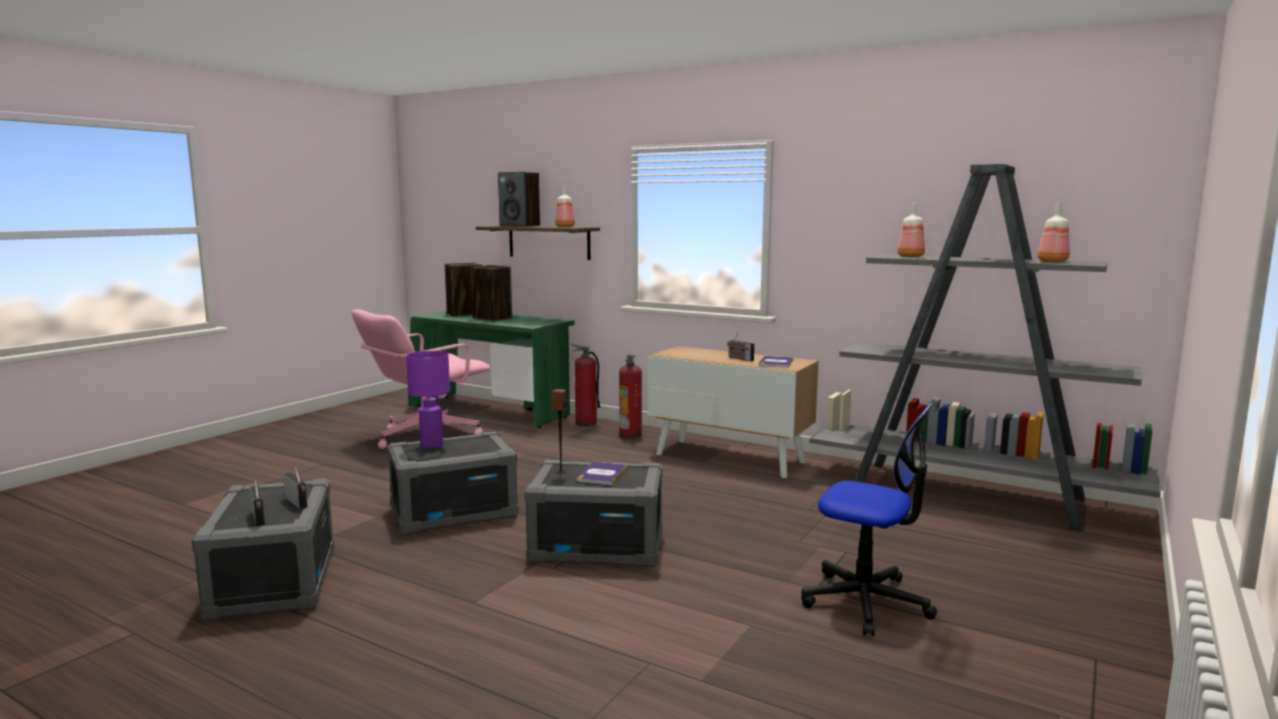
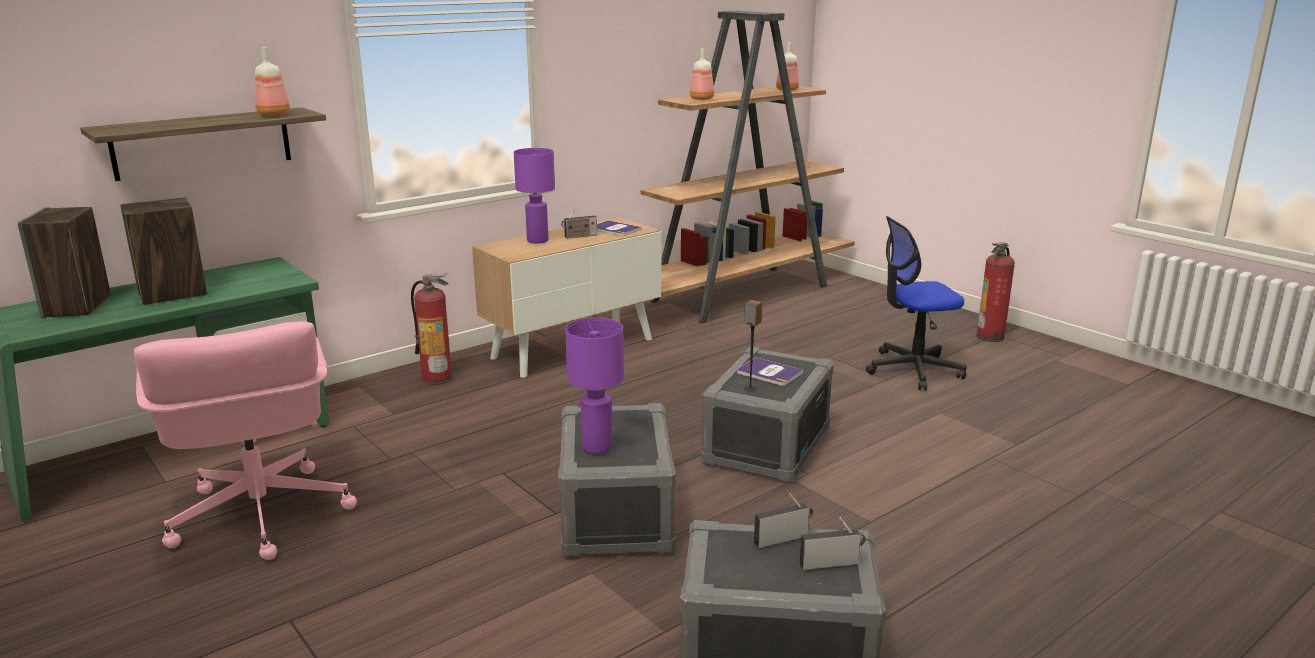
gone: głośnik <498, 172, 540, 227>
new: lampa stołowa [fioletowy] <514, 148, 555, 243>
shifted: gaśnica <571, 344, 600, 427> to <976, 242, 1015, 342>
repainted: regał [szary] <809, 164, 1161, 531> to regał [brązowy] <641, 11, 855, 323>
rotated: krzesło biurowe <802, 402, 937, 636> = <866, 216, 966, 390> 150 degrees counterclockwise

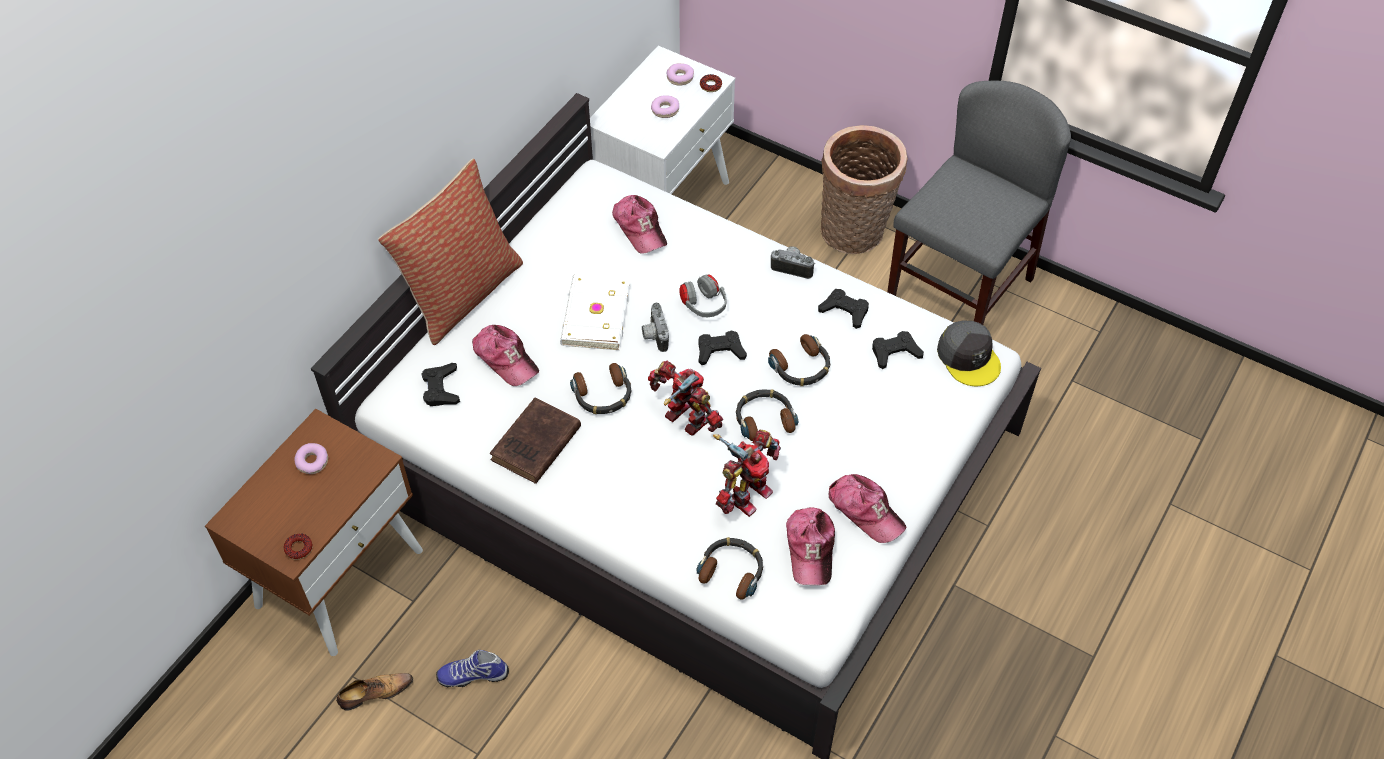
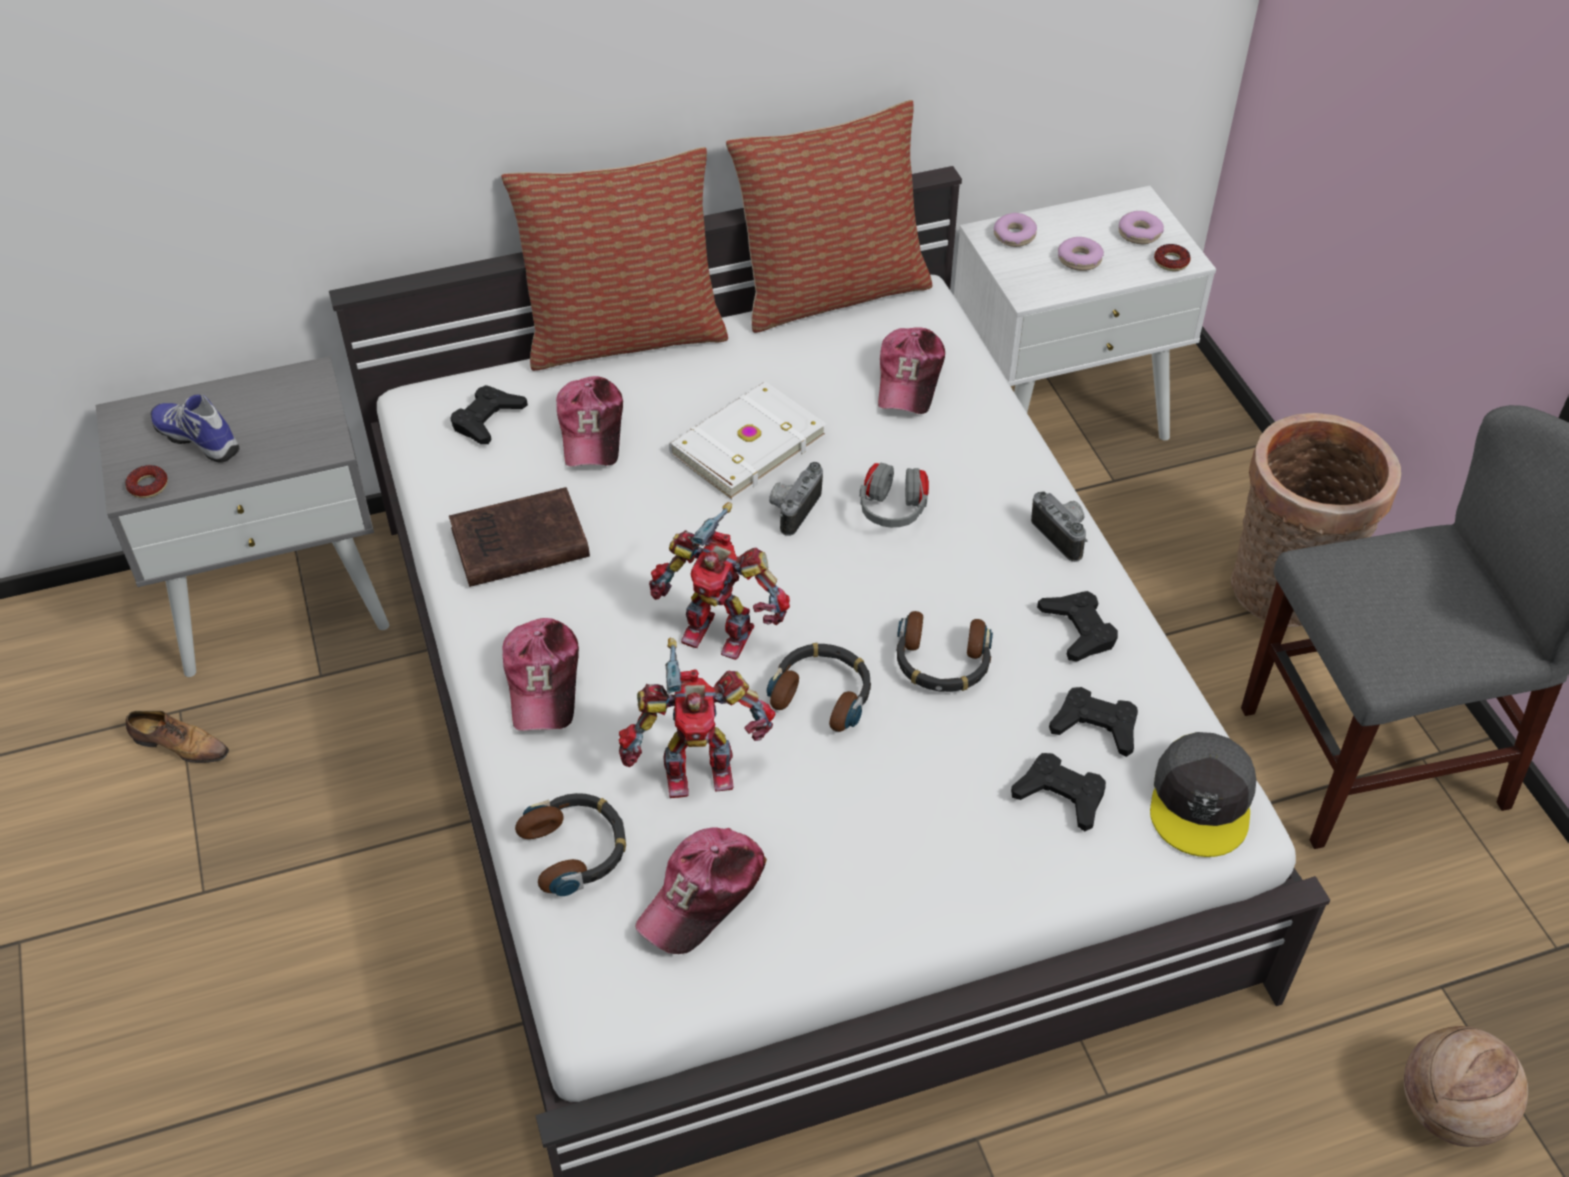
gone: słuchawki <570, 363, 631, 414>
new: poduszka <726, 100, 932, 333>; piłka do koszykówki <1404, 1026, 1528, 1147>
shifted: pad do gier [czarny] <698, 331, 747, 365> to <1011, 753, 1106, 831>; donut <294, 443, 328, 474> to <994, 213, 1037, 247>; czapka z daszkiem <828, 474, 906, 543> to <502, 618, 579, 731>; but <436, 650, 509, 688> to <151, 394, 240, 463>
repainted: szafka nocna [brązowy] <205, 409, 423, 656> to szafka nocna [szary] <96, 356, 389, 677>
rotated: robot zabawkowy <648, 361, 723, 435> = <649, 502, 790, 660> 120 degrees clockwise

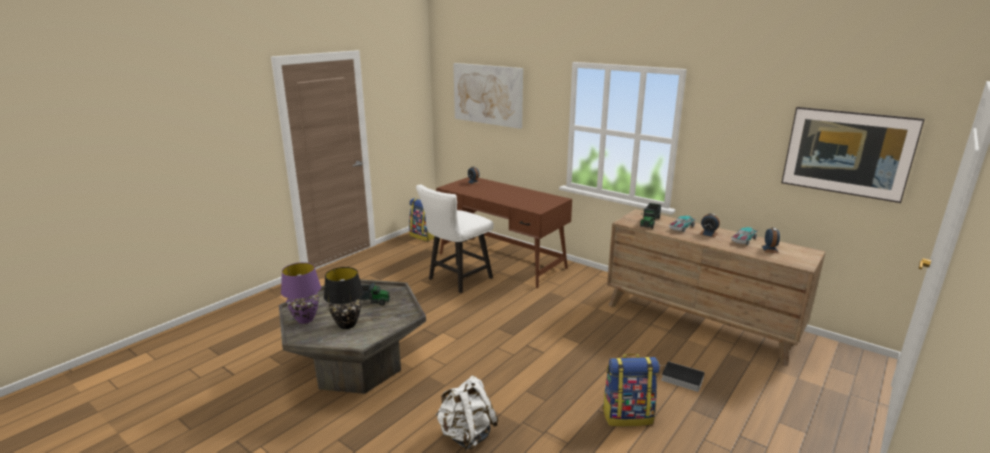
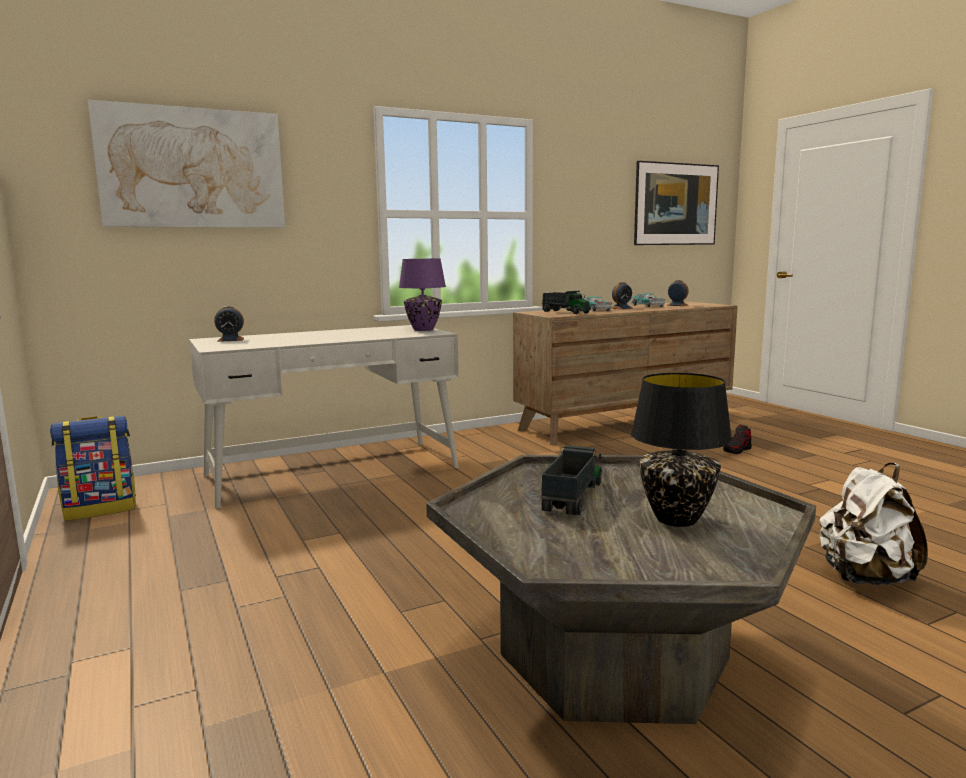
gone: krzesło [biały] <416, 185, 494, 293>; plecak <602, 354, 660, 427>
shifted: lampa stołowa [fioletowy] <281, 262, 321, 324> to <399, 259, 446, 331>
swapped: książka <660, 361, 705, 392> to but <723, 424, 752, 454>
repainted: biurko [brązowy] <436, 177, 572, 288> to biurko [biały] <189, 325, 459, 508>

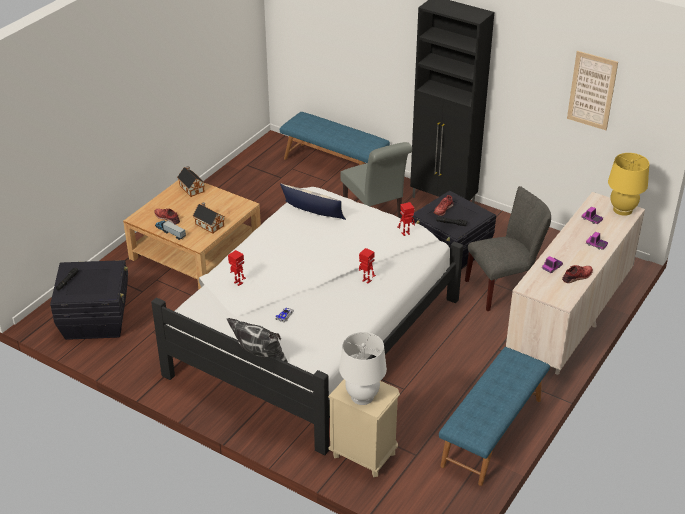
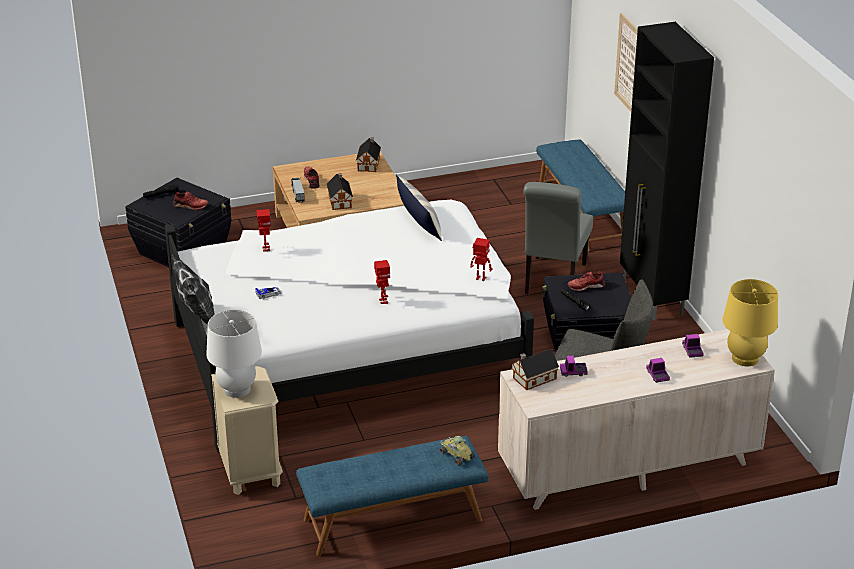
new: domek <511, 349, 559, 390>; samochodzik <439, 436, 475, 466>
shifted: obraz <567, 51, 618, 130> to <614, 13, 638, 112>; but [czerwony] <562, 265, 593, 283> to <173, 192, 208, 210>

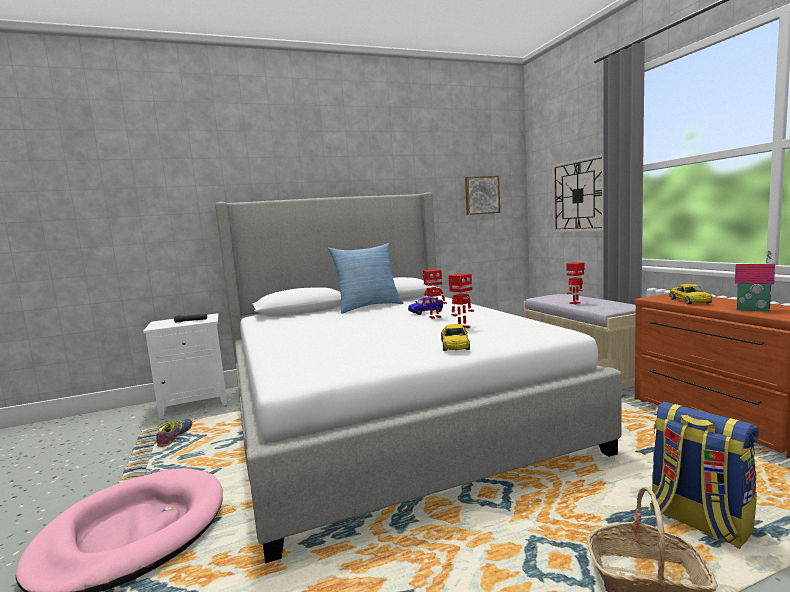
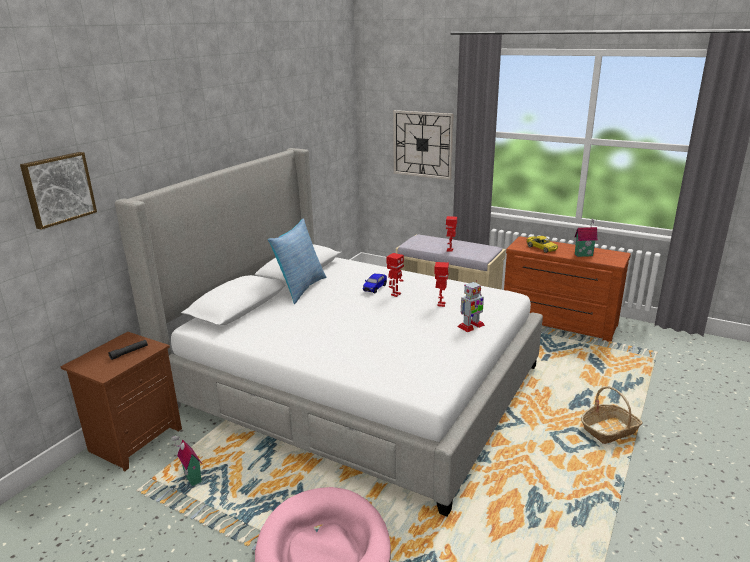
gone: plecak <650, 402, 759, 549>
shifted: obraz <465, 176, 500, 215> to <20, 152, 97, 230>
swapped: samochodzik [żółty] <441, 324, 470, 351> to robot zabawkowy <458, 281, 485, 332>; but <156, 419, 192, 447> to domek <171, 434, 202, 486>
repainted: szafka nocna [biały] <143, 313, 227, 418> to szafka nocna [brązowy] <61, 332, 182, 471>

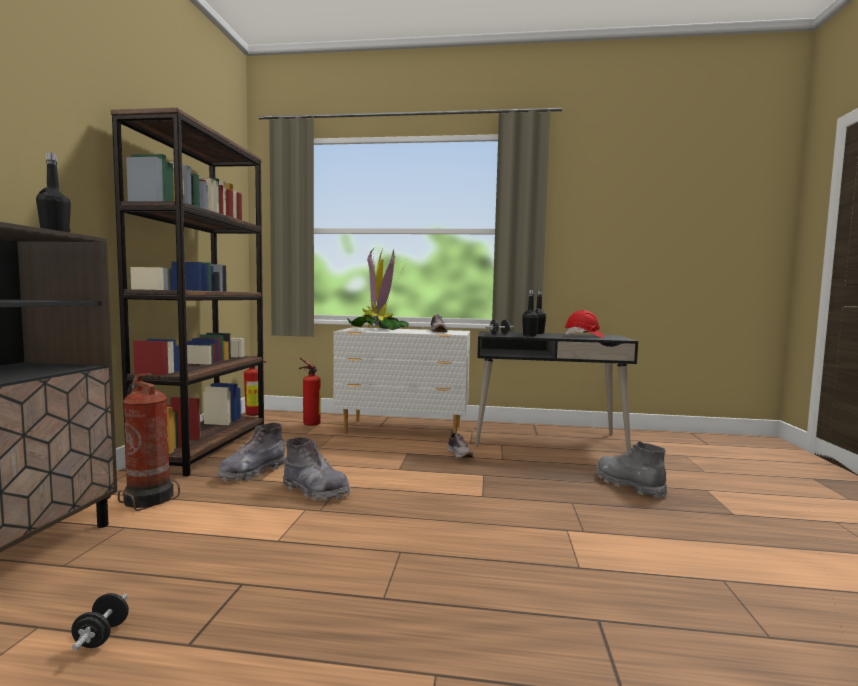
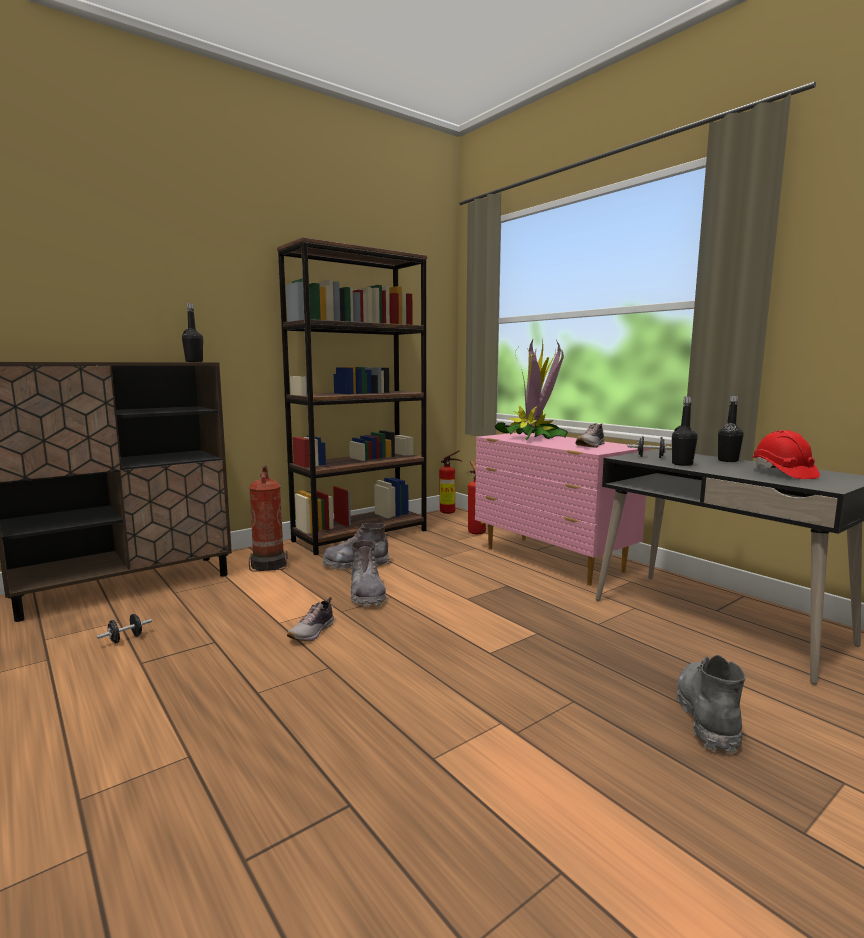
shifted: but <448, 431, 473, 458> to <287, 597, 334, 642>
repainted: komoda [biały] <333, 327, 470, 434> to komoda [różowy] <475, 432, 649, 586>

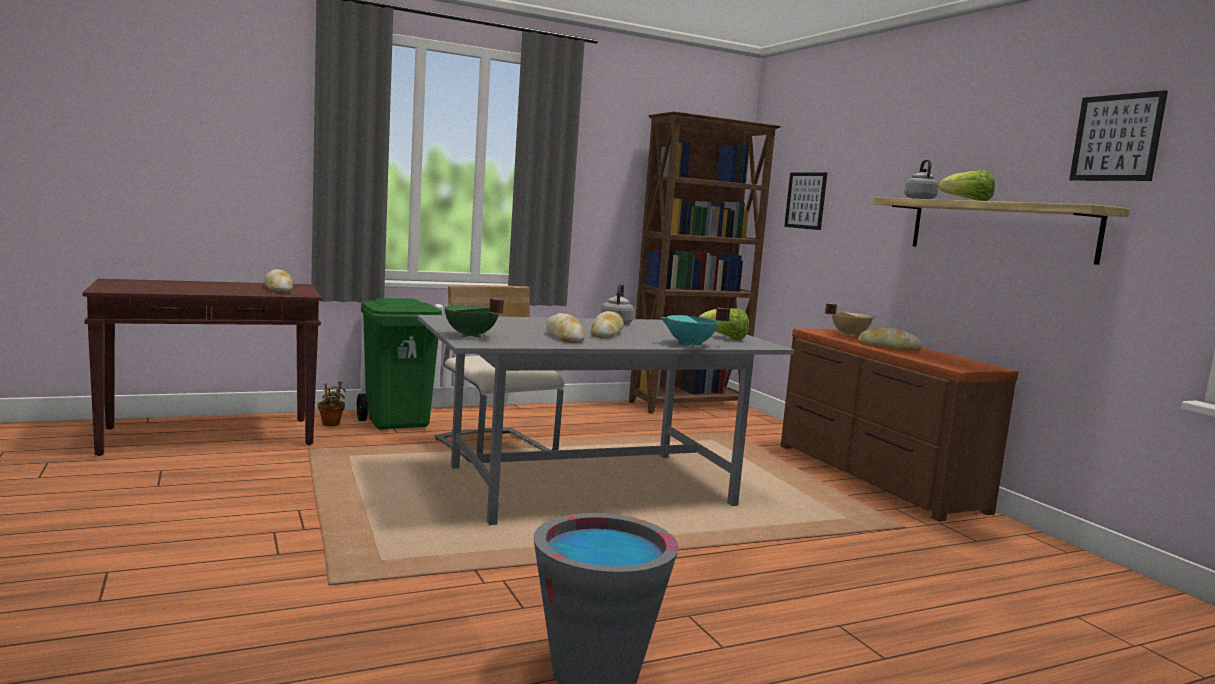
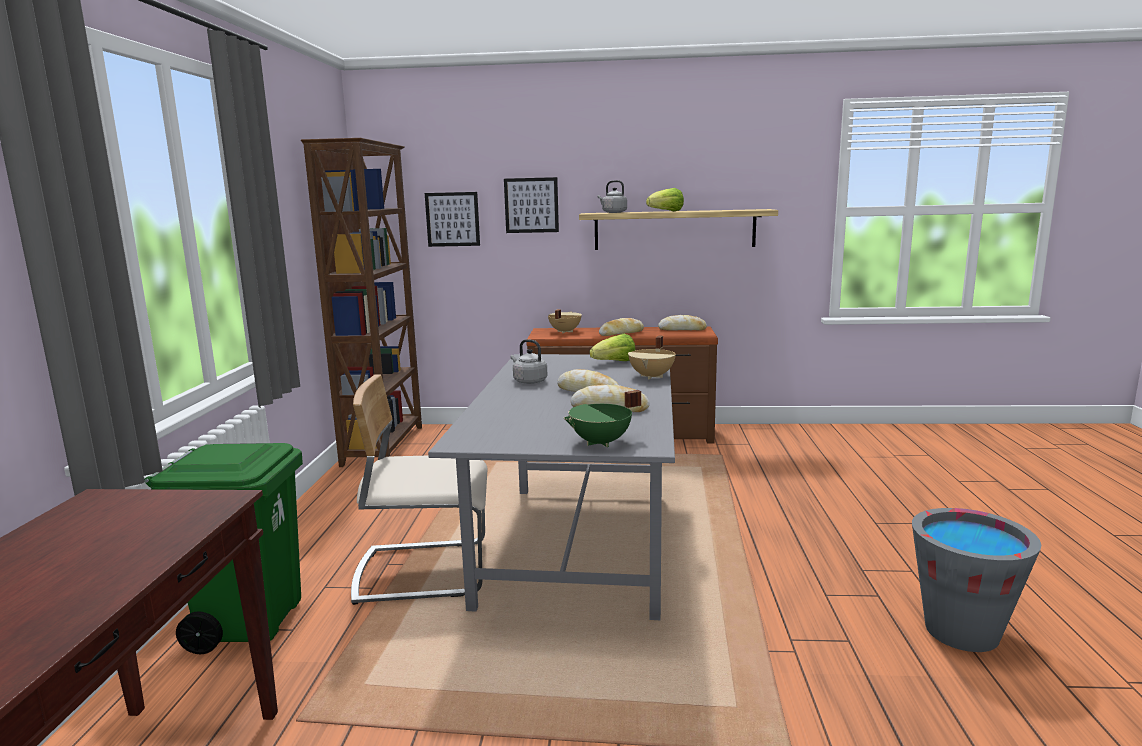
gone: roślina doniczkowa <317, 381, 346, 426>
shifted: obraz <1069, 90, 1168, 181> to <504, 177, 559, 233>; chleb <264, 269, 293, 293> to <658, 315, 707, 331>
repainted: garnek [turkusowy] <660, 308, 730, 347> to garnek [beżowy] <628, 335, 676, 380>

